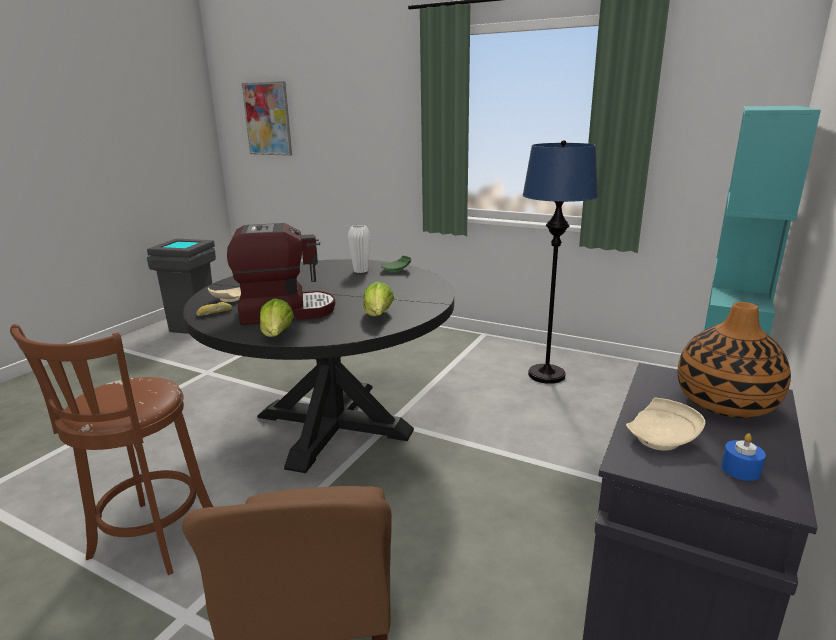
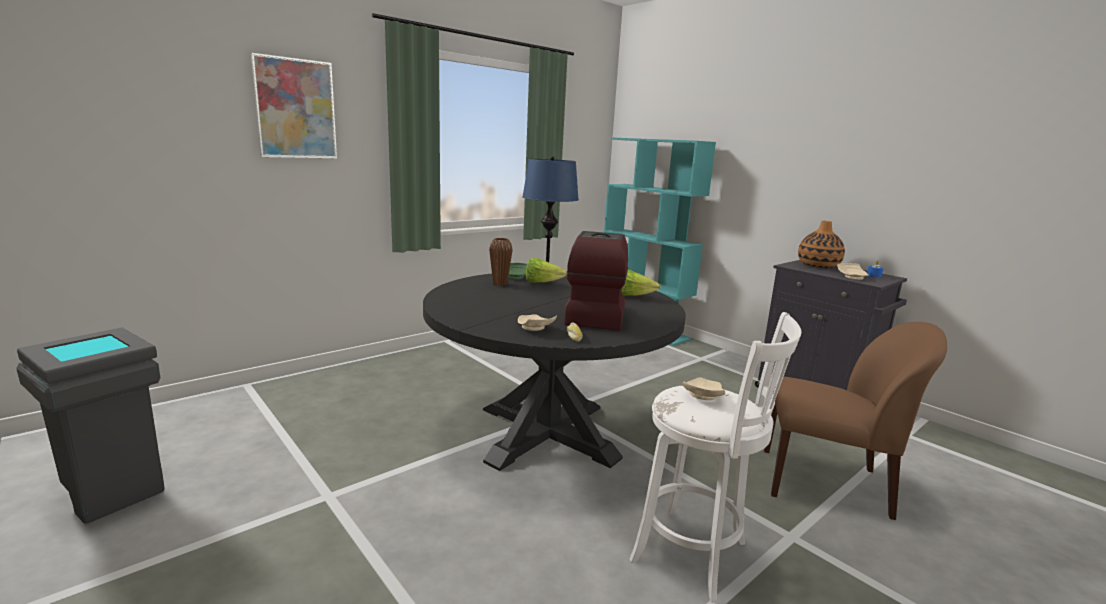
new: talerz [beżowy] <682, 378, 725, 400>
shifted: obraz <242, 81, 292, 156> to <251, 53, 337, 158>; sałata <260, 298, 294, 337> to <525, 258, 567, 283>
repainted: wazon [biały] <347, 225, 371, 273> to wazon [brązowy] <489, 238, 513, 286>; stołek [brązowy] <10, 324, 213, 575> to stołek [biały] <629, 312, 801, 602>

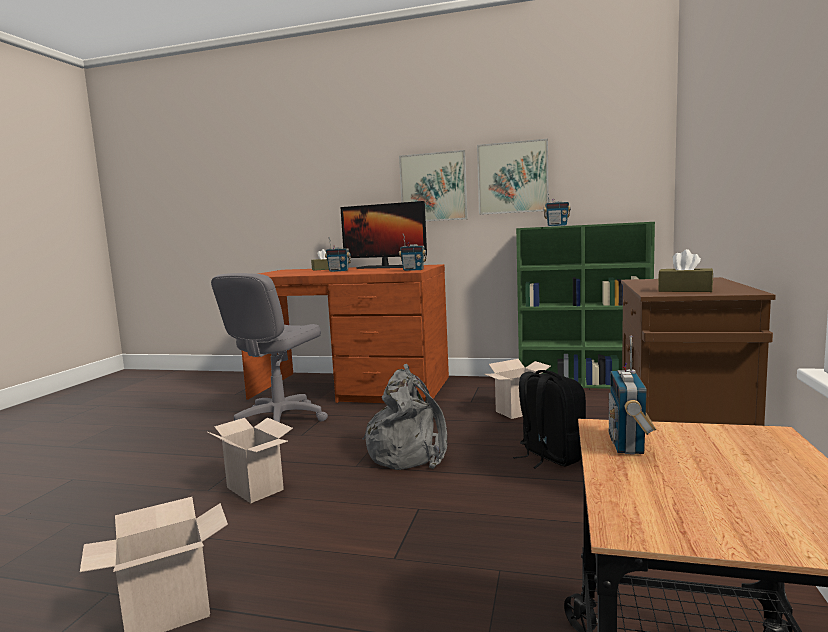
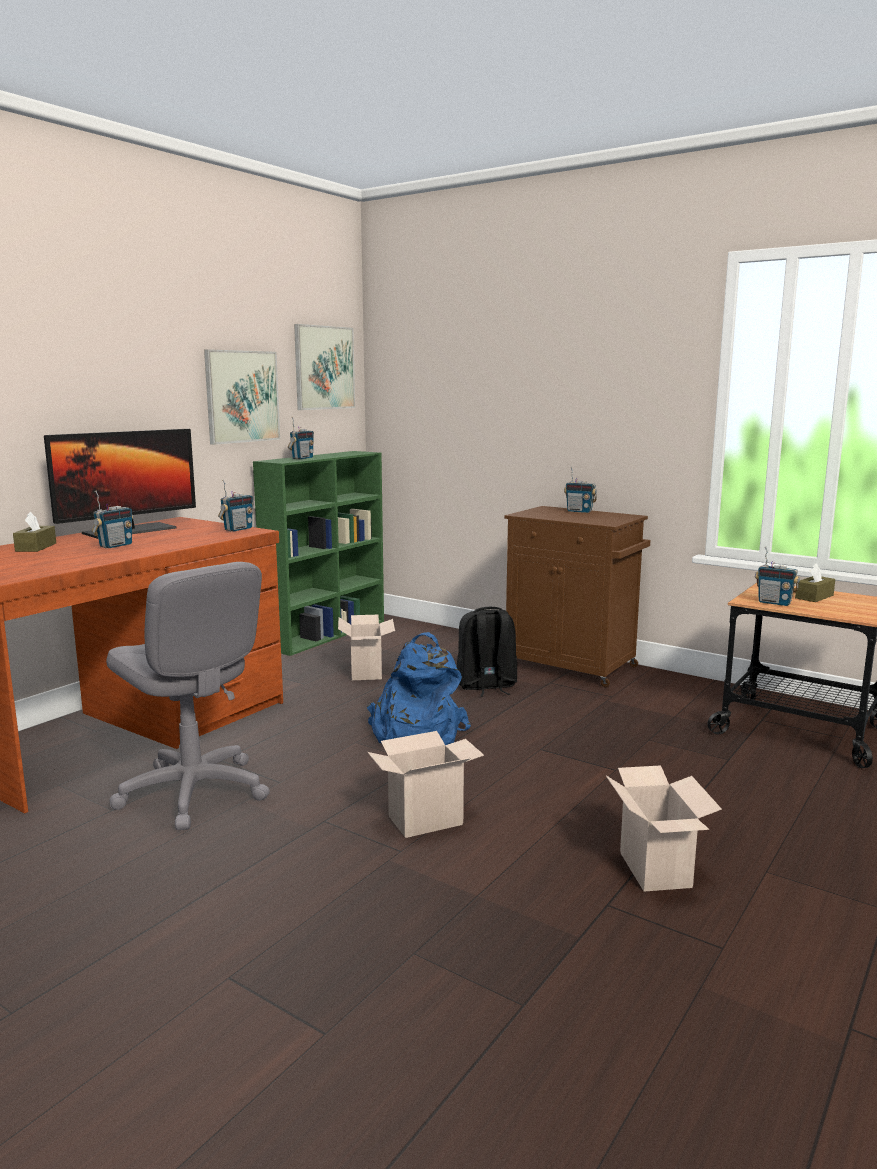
new: radio <564, 467, 597, 513>
shifted: obraz <399, 150, 468, 221> to <294, 324, 355, 410>; pudełko chusteczek [brązowy] <658, 249, 713, 292> to <795, 563, 835, 602>
repainted: plecak [szary] <363, 364, 447, 470> to plecak [niebieski] <367, 632, 471, 745>

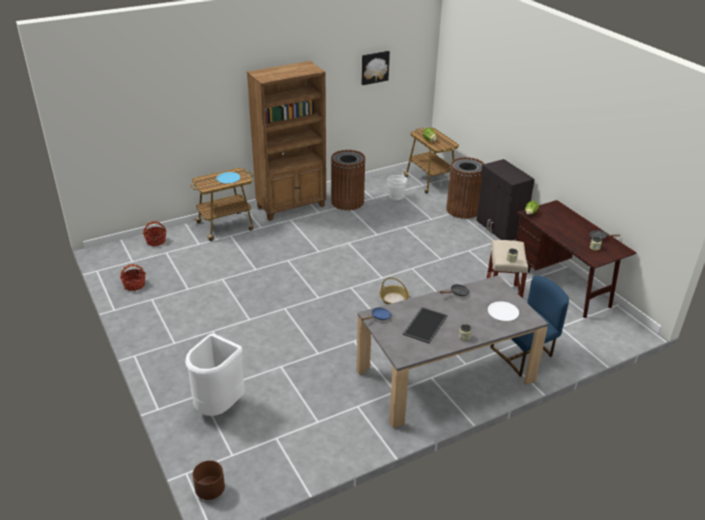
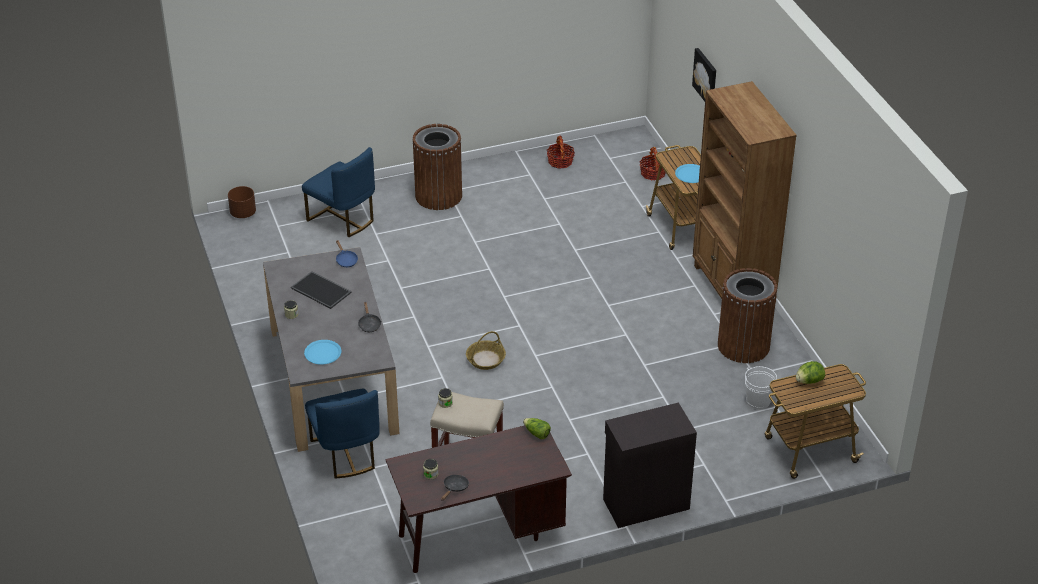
shifted: obraz <362, 51, 390, 85> to <692, 48, 716, 101>; kosz na śmieci [brązowy] <446, 157, 484, 219> to <412, 124, 462, 210>
swapped: kosz na śmieci [biały] <185, 334, 245, 416> to krzesło [niebieski] <302, 147, 375, 237>
repainted: talerz [biały] <488, 301, 519, 321> to talerz [niebieski] <304, 340, 341, 364>

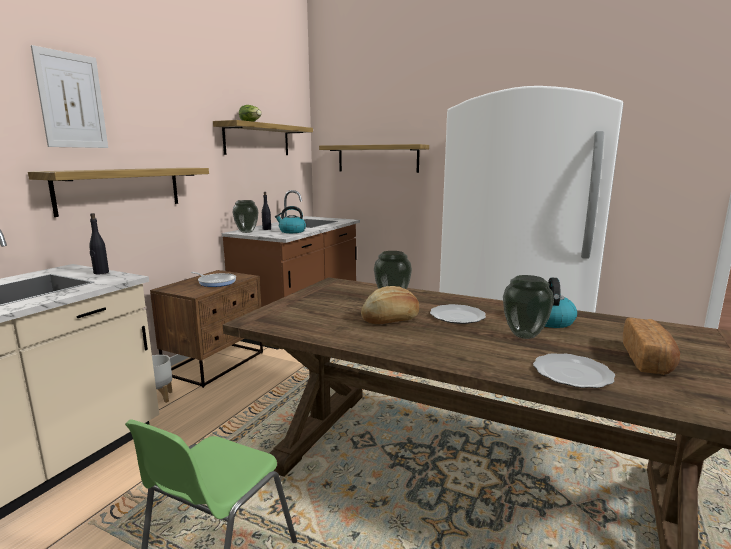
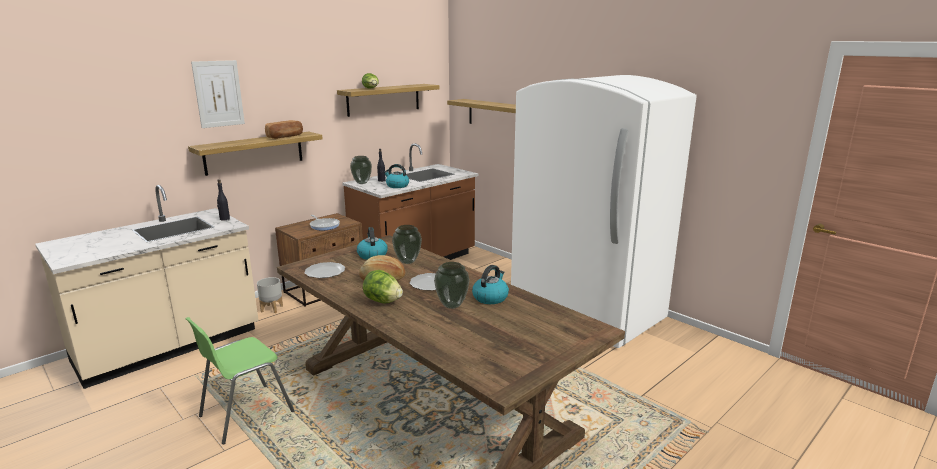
new: czajnik <357, 227, 388, 260>; sałata <363, 270, 403, 303>
shifted: chleb <623, 318, 680, 375> to <265, 120, 303, 139>; talerz <533, 353, 615, 388> to <304, 262, 345, 278>

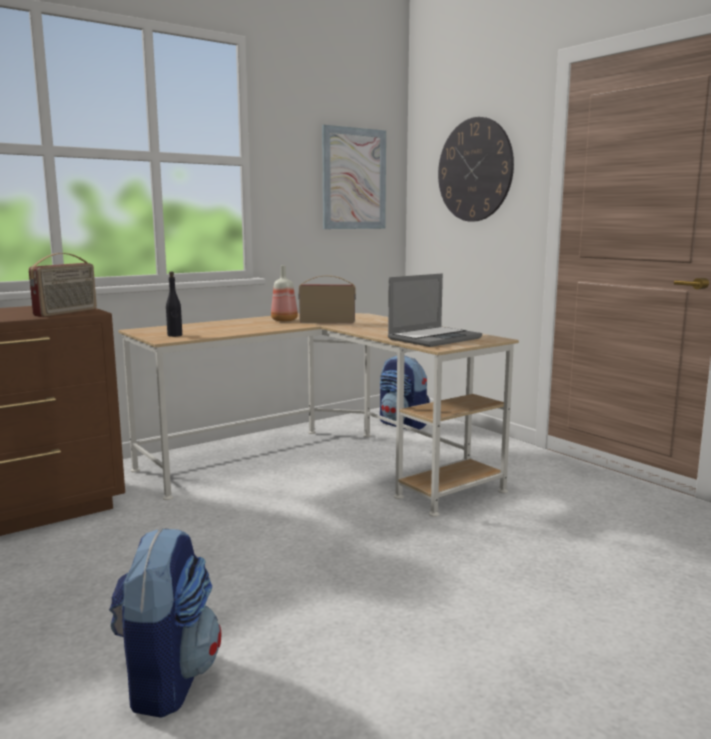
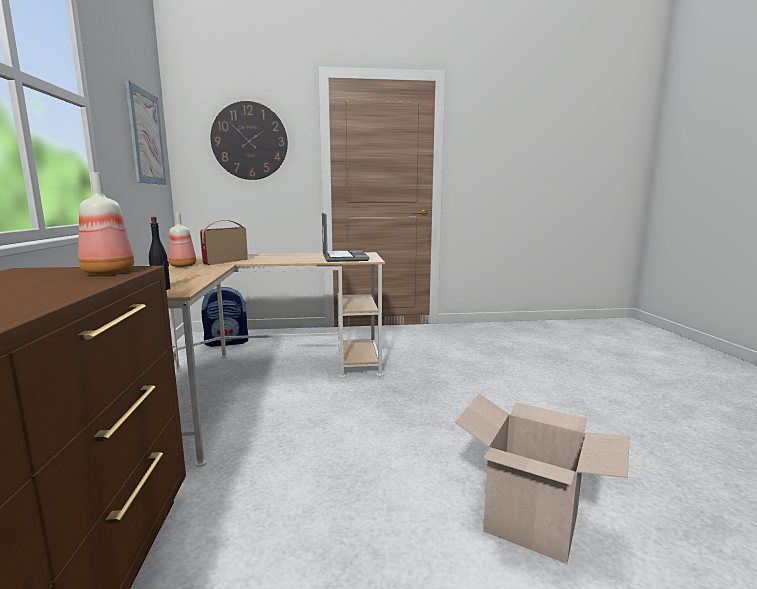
swapped: radio <29, 253, 97, 317> to butelka <78, 172, 134, 275>; plecak <109, 527, 221, 718> to karton <455, 394, 630, 564>

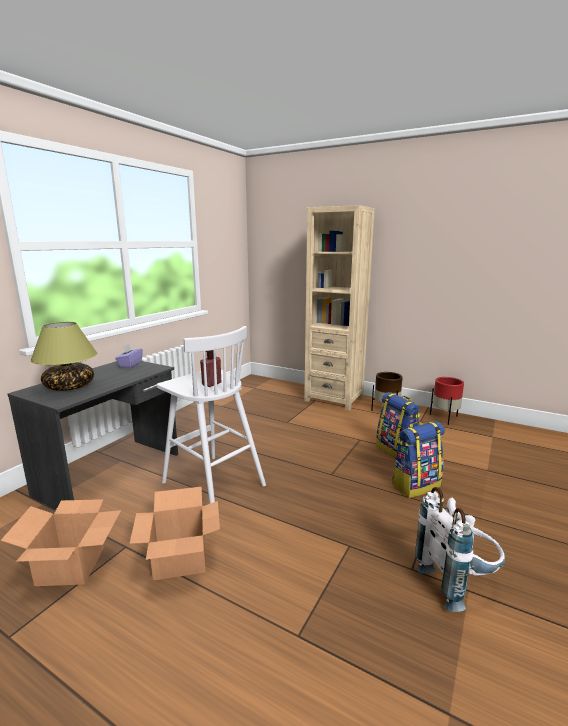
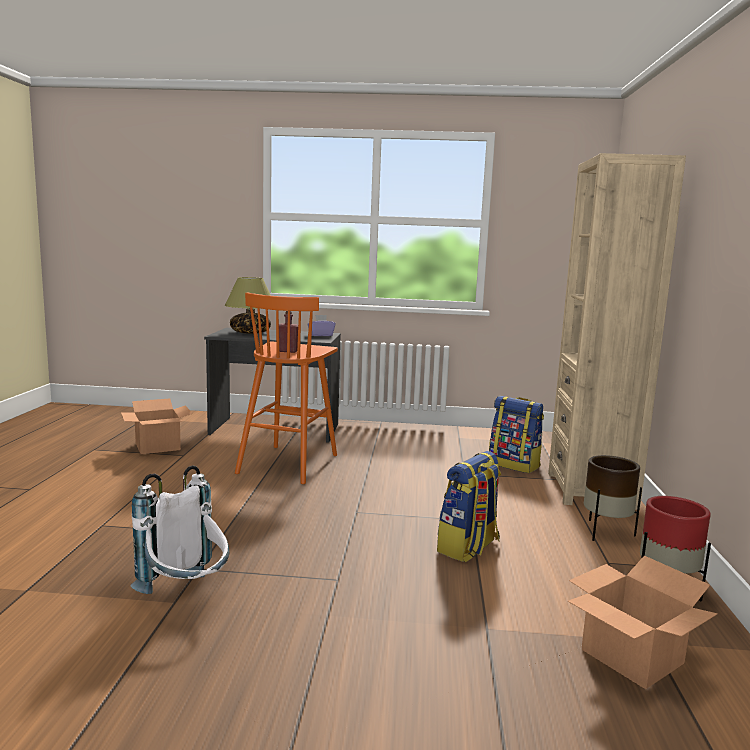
shifted: plecak <392, 421, 445, 498> to <489, 396, 544, 473>; karton <130, 487, 220, 581> to <567, 556, 718, 689>
repainted: stołek [biały] <157, 326, 266, 504> to stołek [pomarańczowy] <235, 293, 338, 484>

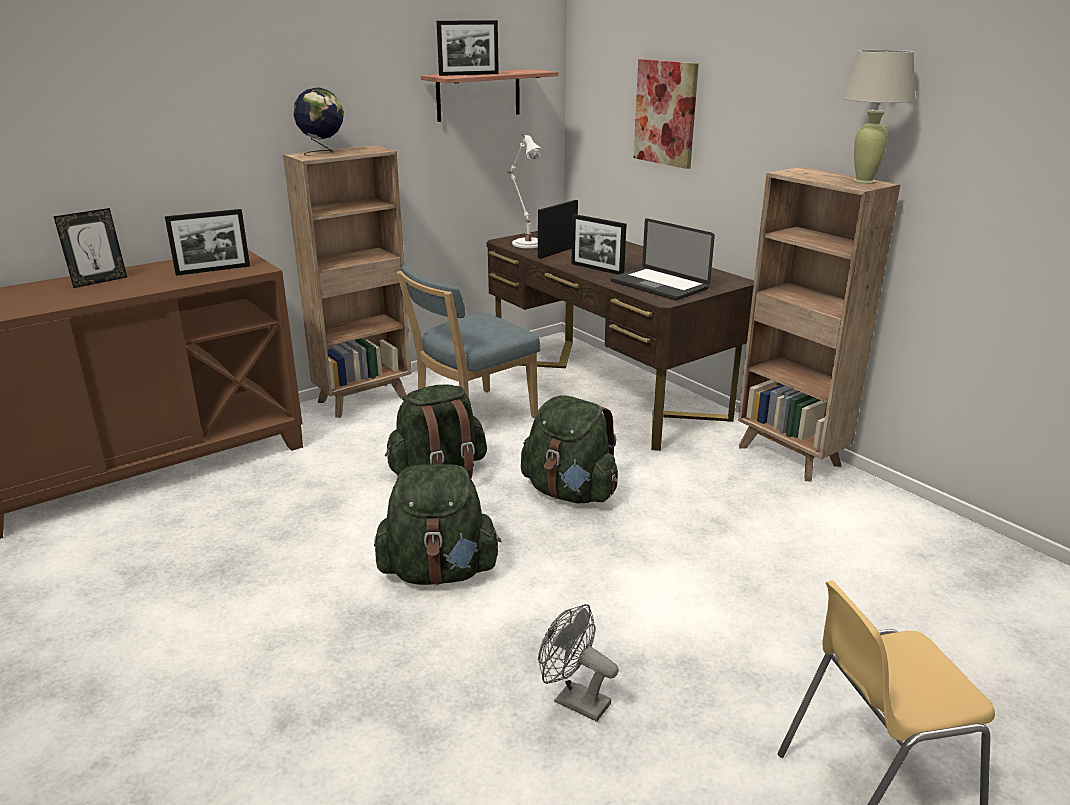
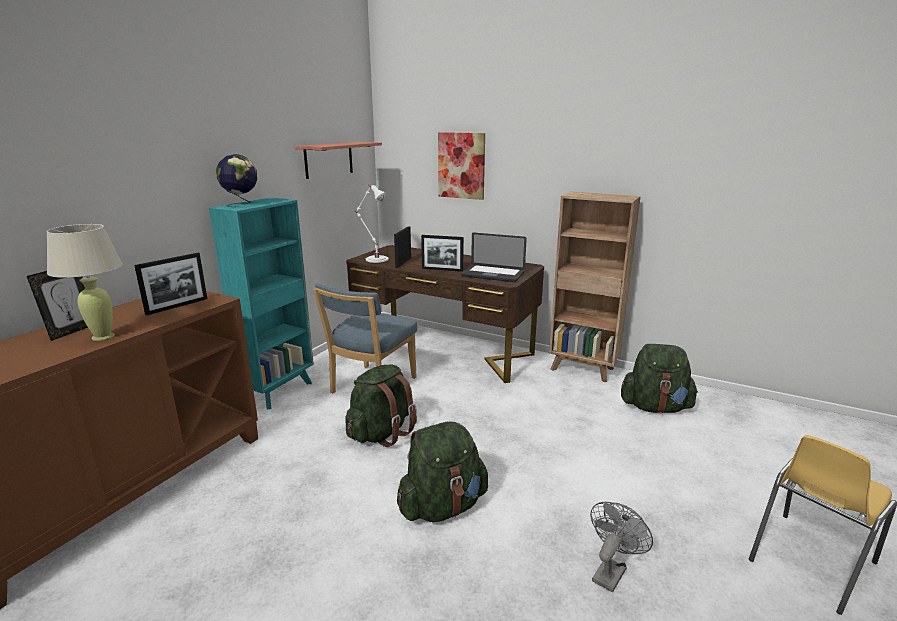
gone: ramka na zdjęcie <437, 20, 499, 76>
shifted: lampa stołowa [beżowy] <842, 50, 916, 184> to <47, 224, 123, 341>; plecak [zielony] <521, 395, 618, 503> to <621, 344, 698, 413>
repainted: regał [brązowy] <283, 145, 412, 418> to regał [turkusowy] <209, 197, 314, 410>
rotated: wentylator [szary] <538, 604, 619, 722> = <590, 502, 653, 592> 120 degrees clockwise

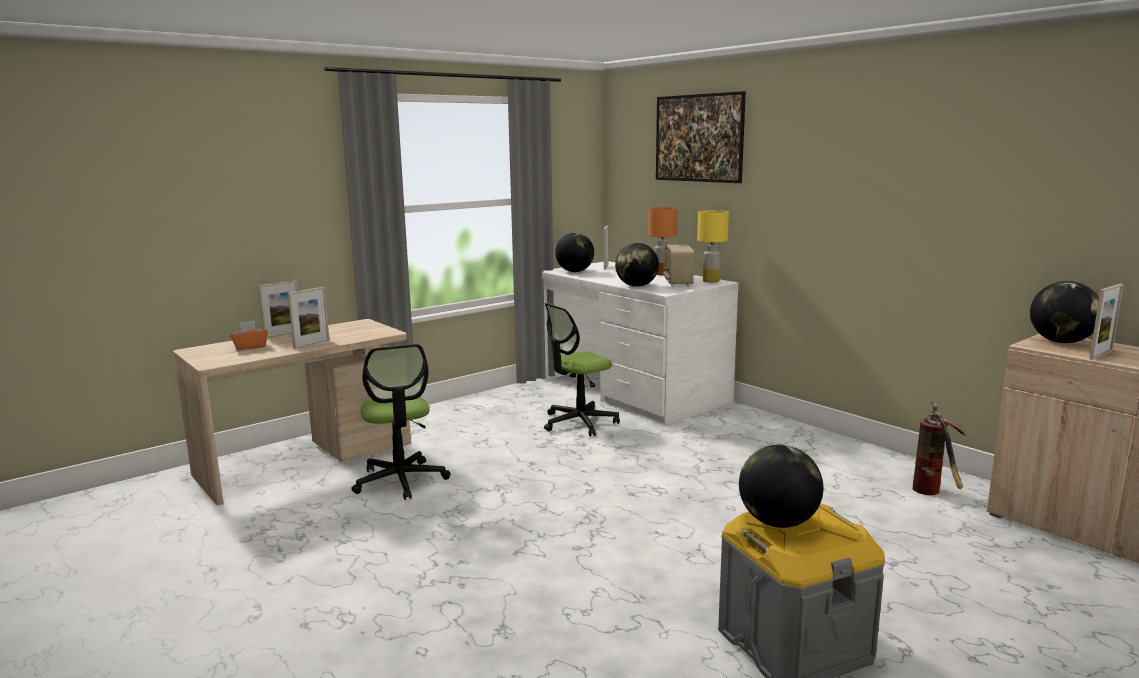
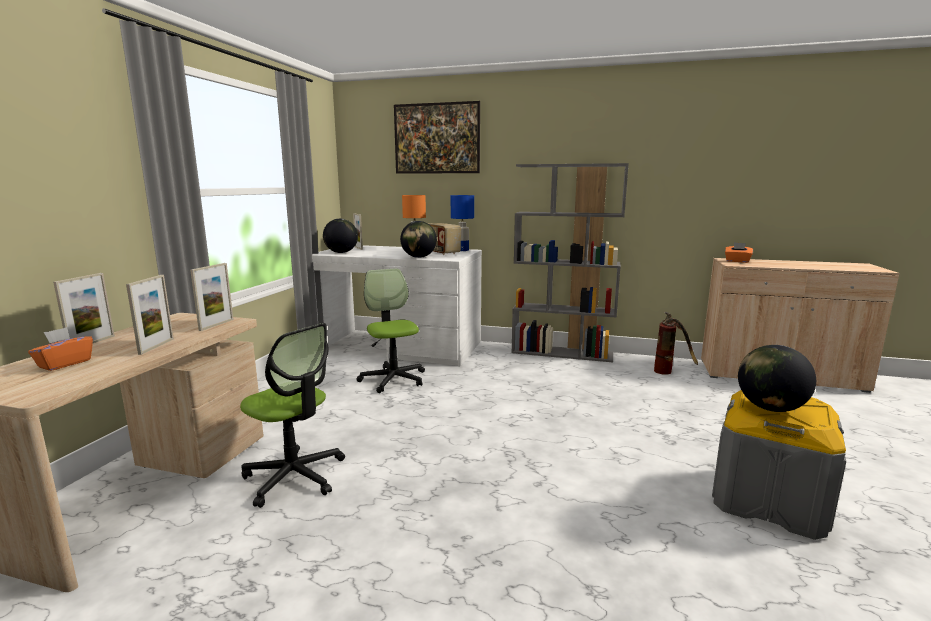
new: regał [szary] <511, 163, 629, 363>
shifted: ramka na zdjęcie <1089, 284, 1124, 360> to <190, 263, 234, 331>
swapped: globus <1030, 281, 1099, 343> to pudełko chusteczek [pomarańczowy] <725, 242, 753, 263>
repainted: lampa stołowa [żółty] <697, 210, 729, 283> to lampa stołowa [niebieski] <451, 195, 474, 251>
rotated: krzesło biurowe <544, 303, 620, 437> = <356, 268, 425, 393> 135 degrees clockwise

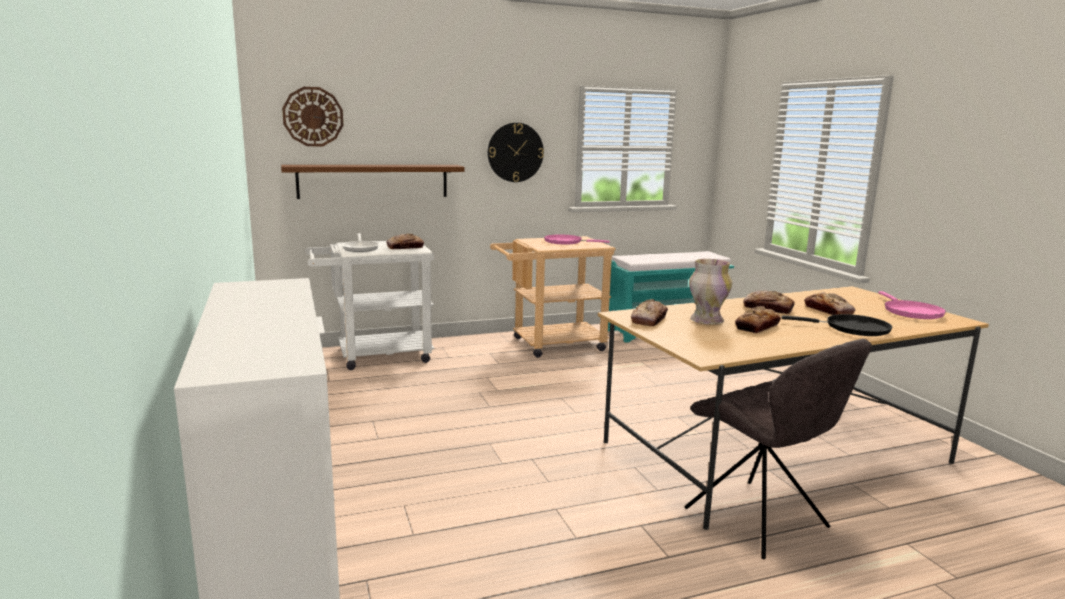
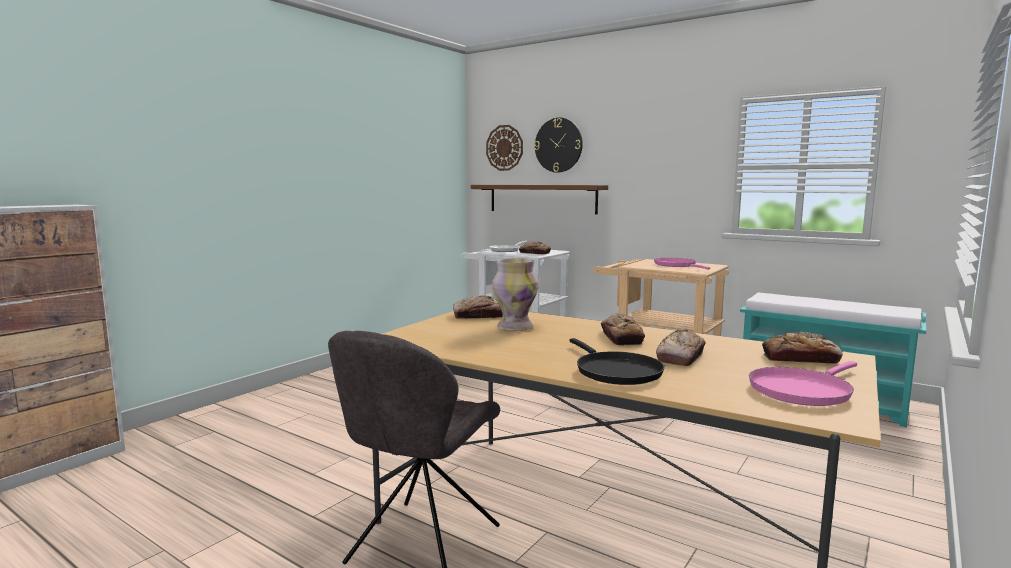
shifted: zegar ścienny <488, 123, 544, 182> to <534, 118, 583, 173>; chleb <735, 306, 781, 333> to <762, 332, 843, 364>

